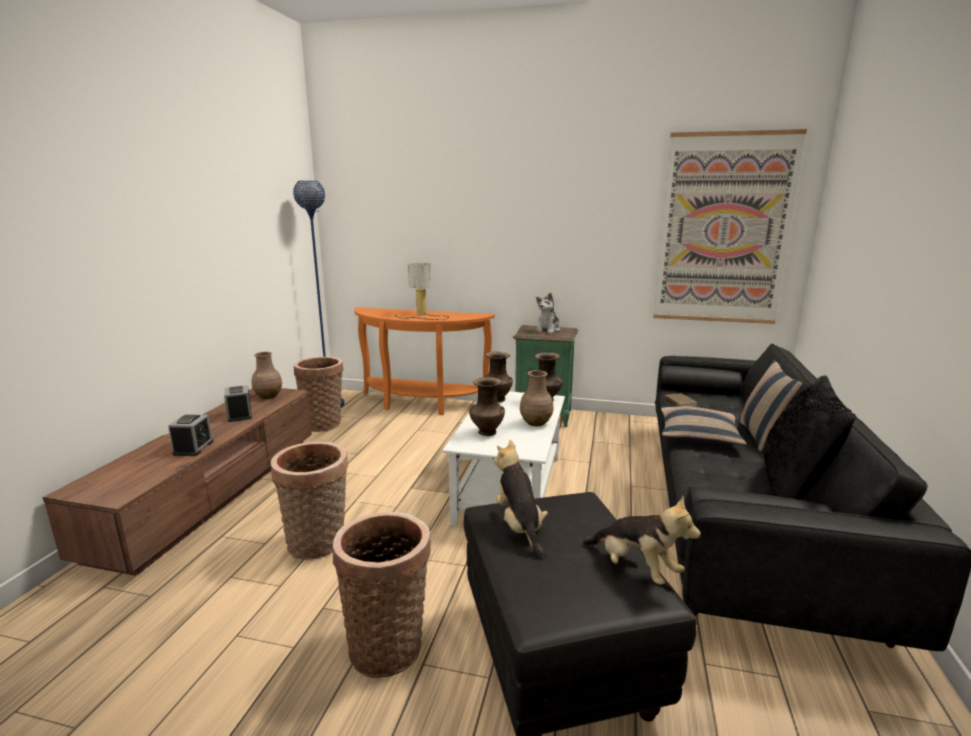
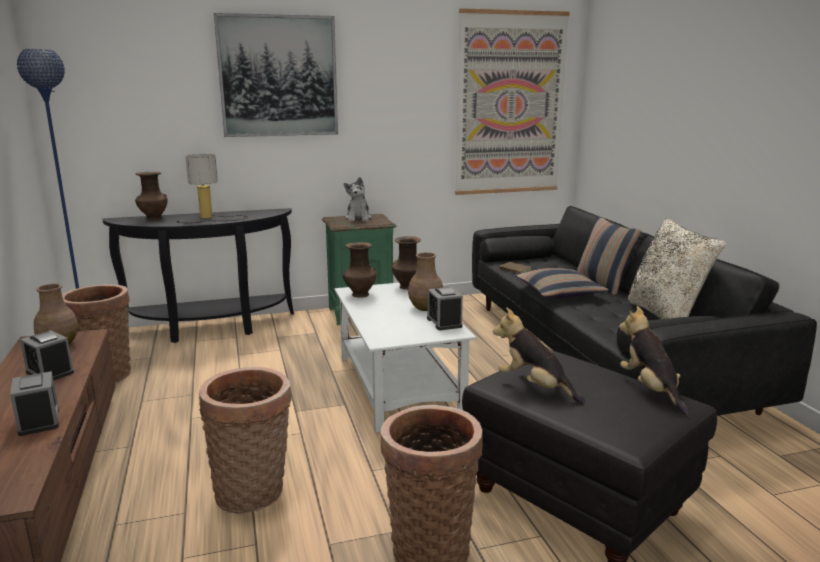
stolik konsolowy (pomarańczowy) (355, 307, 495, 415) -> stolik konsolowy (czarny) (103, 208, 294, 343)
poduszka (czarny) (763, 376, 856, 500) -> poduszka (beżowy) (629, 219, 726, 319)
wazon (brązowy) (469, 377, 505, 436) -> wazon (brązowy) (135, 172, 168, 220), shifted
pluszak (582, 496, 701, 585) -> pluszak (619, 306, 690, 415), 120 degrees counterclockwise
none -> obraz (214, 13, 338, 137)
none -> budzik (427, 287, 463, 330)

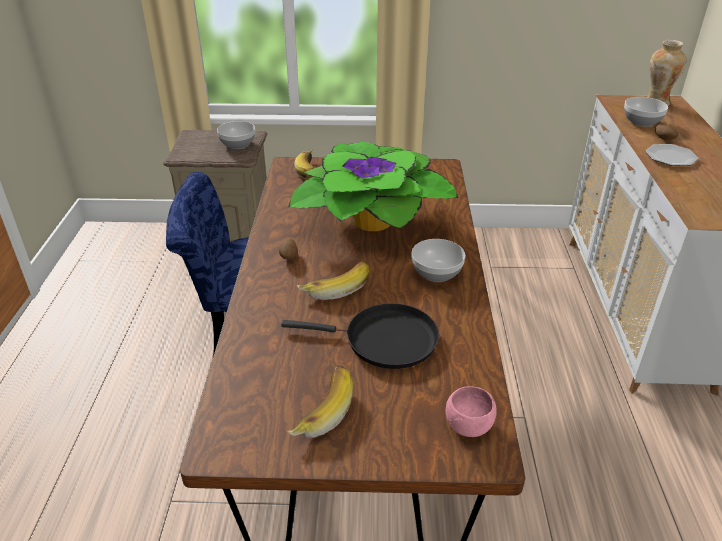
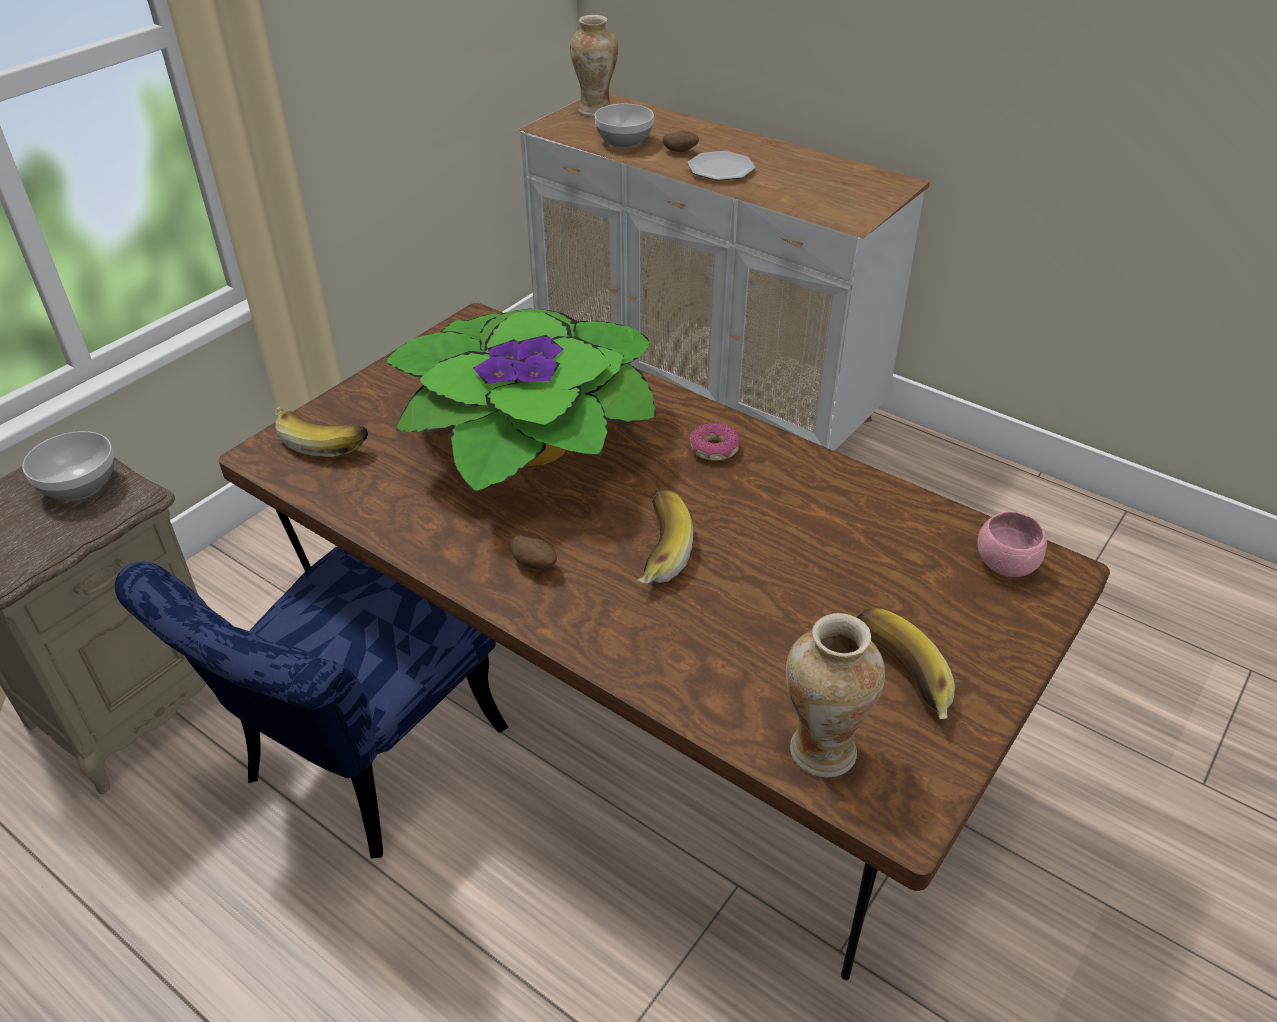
miska (411, 239, 465, 282) -> donut (690, 423, 740, 461)
patelnia (czarny) (281, 303, 439, 369) -> none
none -> wazon (786, 613, 885, 778)

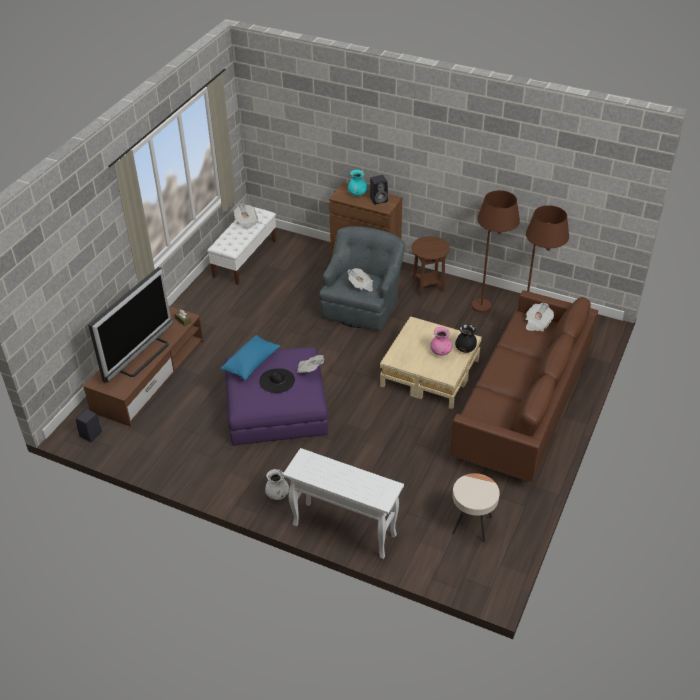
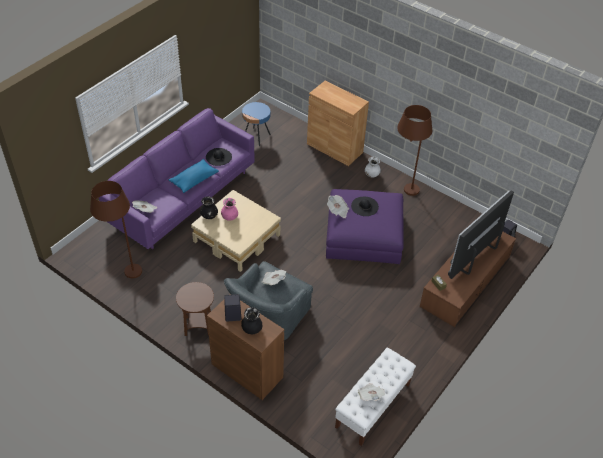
wazon (turkusowy) (348, 170, 367, 196) -> wazon (czarny) (241, 307, 262, 334)
lampa stojąca (brązowy) (472, 190, 520, 313) -> lampa stojąca (brązowy) (397, 105, 432, 196), shifted
kanapa (brązowy) (450, 290, 598, 482) -> kanapa (fioletowy) (99, 108, 255, 249)
poduszka (niebieski) (220, 335, 280, 380) -> poduszka (niebieski) (169, 159, 219, 193), shifted
stolik konsolowy (biały) (283, 448, 404, 559) -> szafka (brązowy) (307, 81, 369, 166)
stolik (beżowy) (452, 473, 500, 542) -> stolik (niebieski) (242, 102, 271, 146)
none -> kapelusz (czarny) (206, 148, 232, 166)

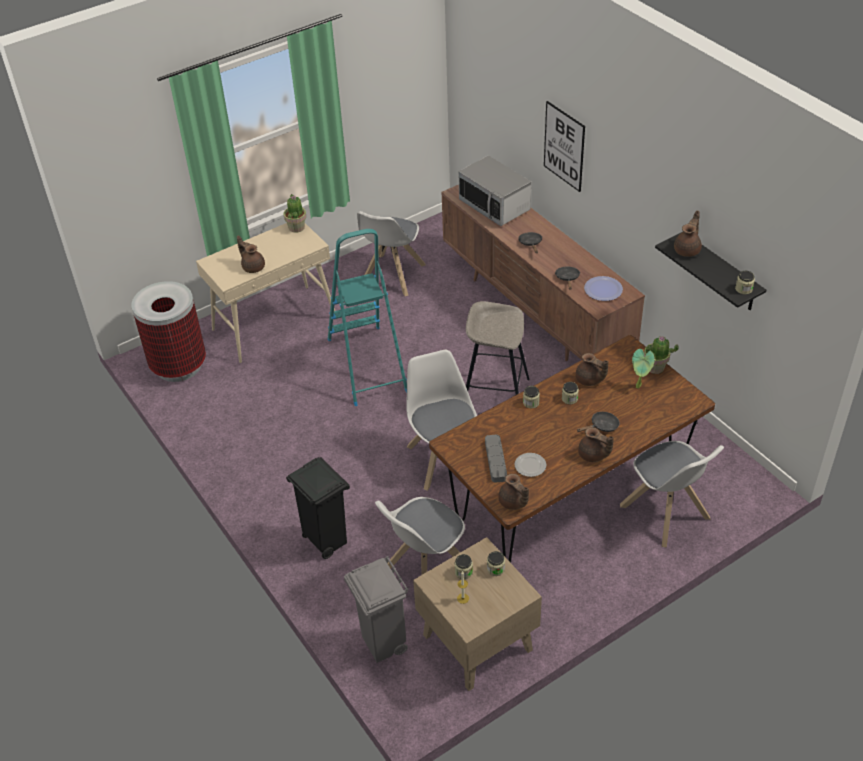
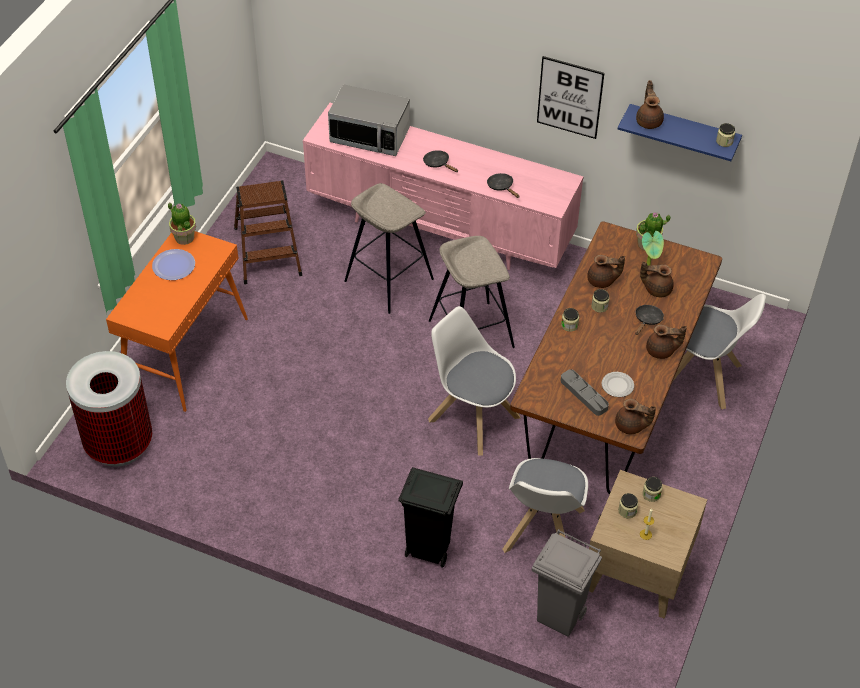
obraz (544, 101, 585, 192) -> obraz (537, 56, 605, 139), shifted
szafka (brązowy) (441, 185, 645, 361) -> szafka (różowy) (303, 103, 583, 270)
krzesło (357, 211, 426, 296) -> drabinka (brązowy) (234, 180, 302, 284)
stolik konsolowy (beżowy) (196, 223, 335, 363) -> stolik konsolowy (pomarańczowy) (106, 231, 248, 412)
drabinka (turkusowy) (328, 229, 407, 406) -> none
półka (czarny) (655, 232, 766, 310) -> półka (niebieski) (618, 104, 742, 161)
imbryk (brązowy) (237, 236, 265, 273) -> imbryk (brązowy) (640, 261, 674, 297), shifted
talerz (584, 276, 623, 301) -> talerz (152, 249, 195, 280), shifted
none -> stołek (szary) (344, 183, 434, 314)

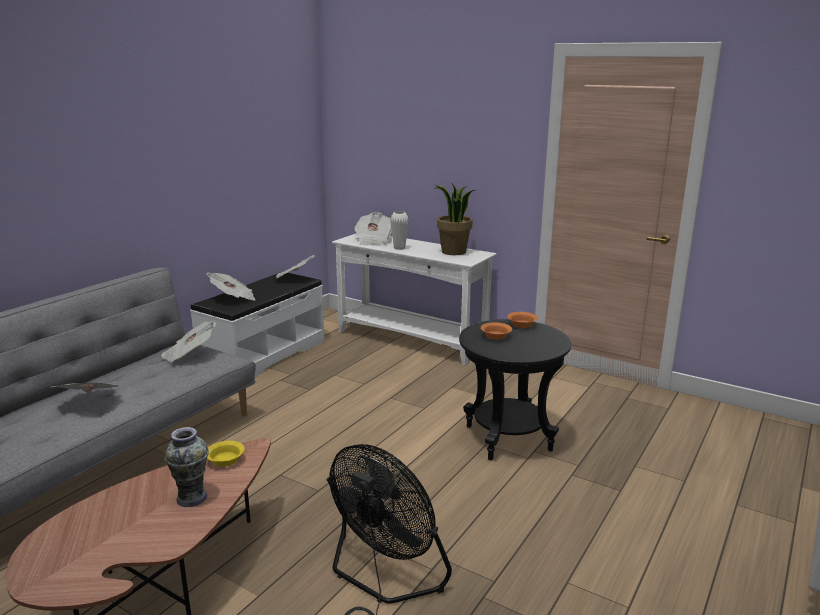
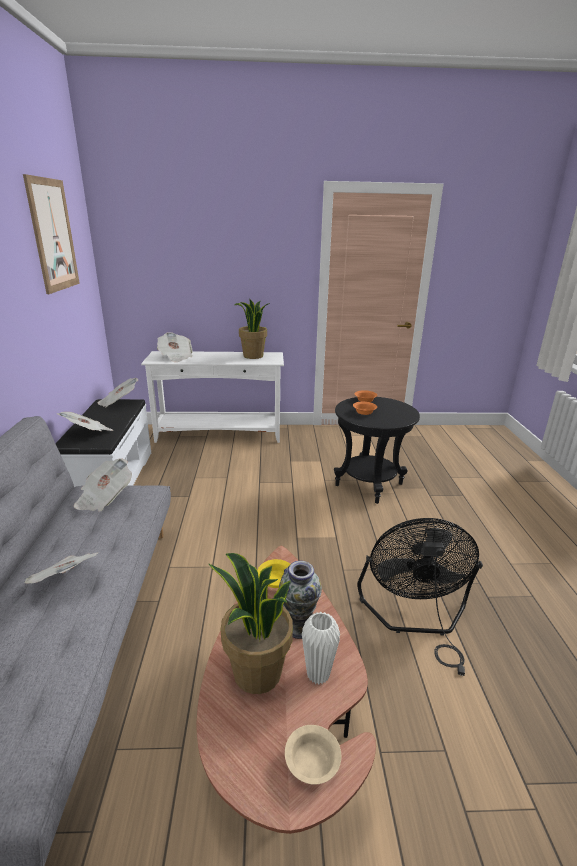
wazon (biały) (390, 211, 409, 250) -> wazon (biały) (302, 612, 340, 684), shifted
none -> obraz (23, 174, 80, 294)
none -> roślina doniczkowa (208, 553, 293, 694)
none -> miska (beżowy) (285, 725, 341, 785)

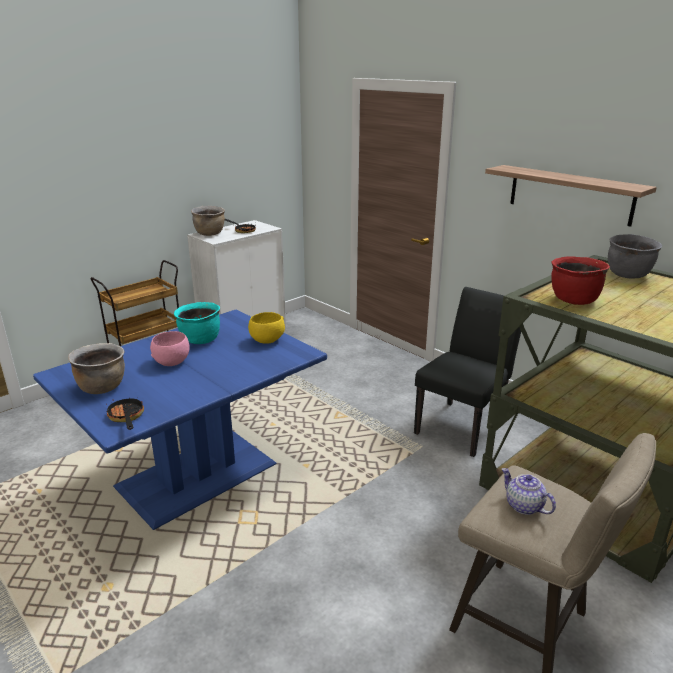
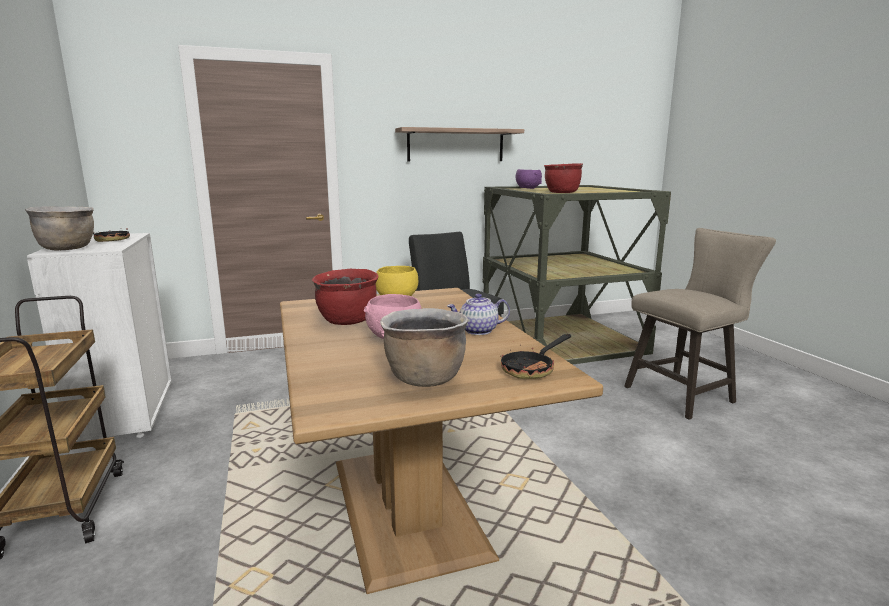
garnek (szary) (608, 234, 662, 279) -> miska (fioletowy) (516, 169, 542, 189)
garnek (turkusowy) (174, 302, 220, 344) -> garnek (czerwony) (312, 269, 379, 325)
stół jadalny (niebieski) (33, 310, 327, 530) -> stół jadalny (brązowy) (280, 288, 603, 594)
patelnia (106, 399, 144, 430) -> patelnia (501, 334, 571, 379), 45 degrees counterclockwise
imbryk (502, 468, 556, 515) -> imbryk (447, 293, 510, 335), shifted

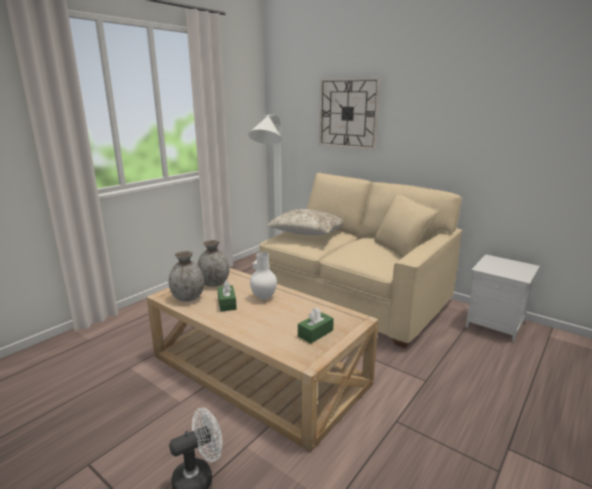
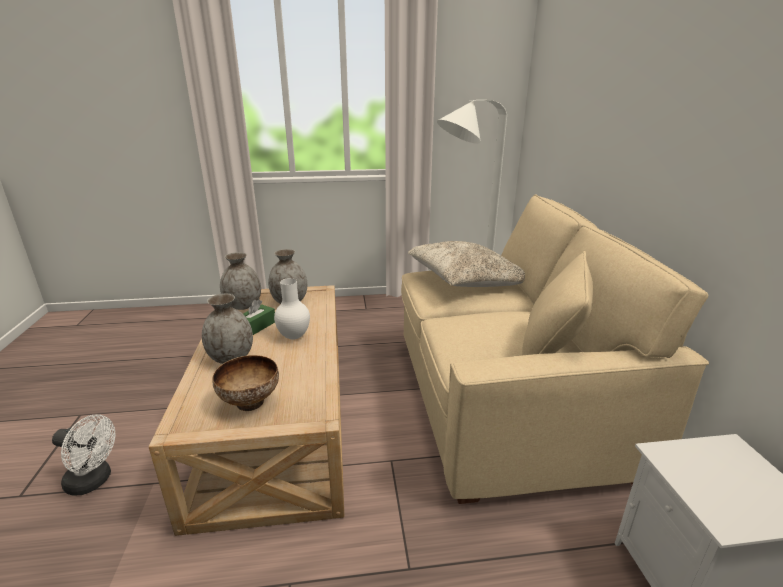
zegar ścienny (319, 77, 381, 151) -> none
pudełko chusteczek (zielony) (298, 307, 334, 344) -> miska (212, 355, 279, 411)
none -> wazon (szary) (202, 294, 253, 364)

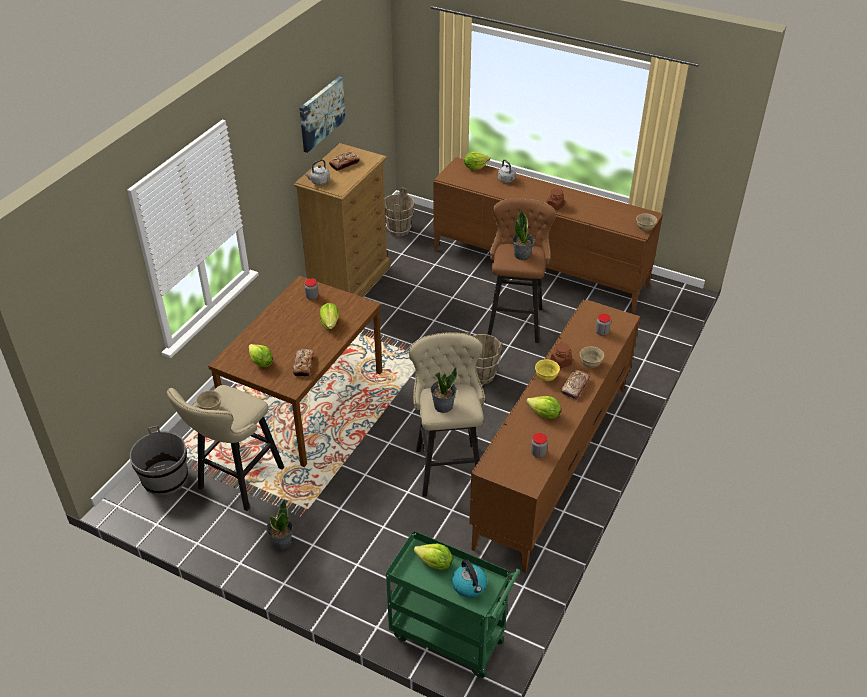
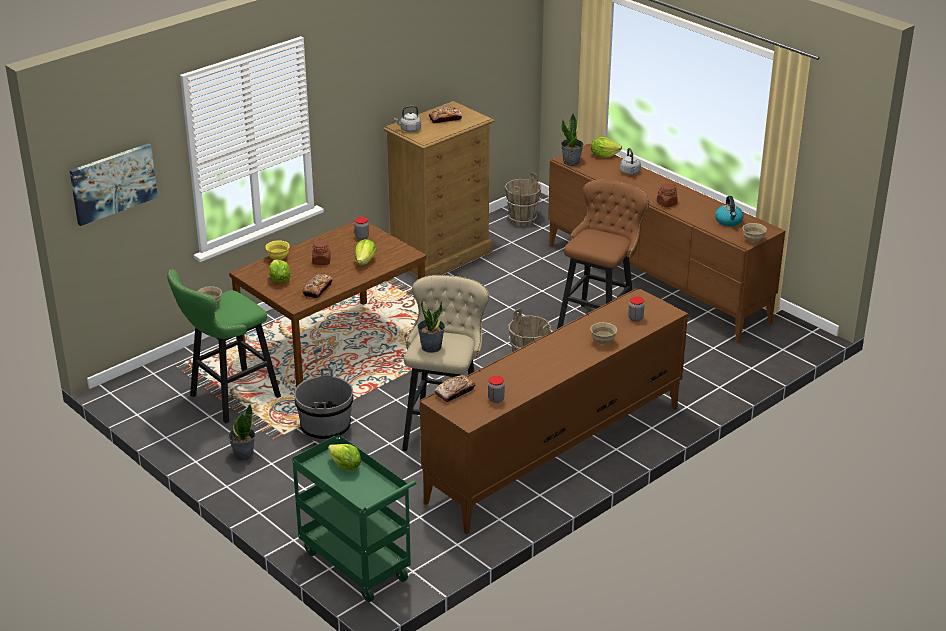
obraz (300, 76, 345, 153) -> obraz (69, 143, 158, 226), shifted
roślina doniczkowa (512, 211, 535, 260) -> roślina doniczkowa (561, 113, 584, 166), shifted
słoik (brązowy) (551, 342, 572, 368) -> słoik (brązowy) (312, 240, 331, 265), shifted
miska (żółty) (535, 359, 560, 381) -> miska (żółty) (265, 240, 290, 260), shifted
chleb (561, 370, 590, 399) -> chleb (435, 375, 475, 402), shifted
stołek (beżowy) (167, 385, 284, 511) -> stołek (zielony) (167, 269, 281, 423)
sałata (526, 396, 561, 419) -> none
wiadro (szary) (130, 426, 188, 495) -> wiadro (szary) (294, 368, 353, 442), shifted
czajnik (452, 559, 487, 598) -> czajnik (715, 196, 744, 226), shifted

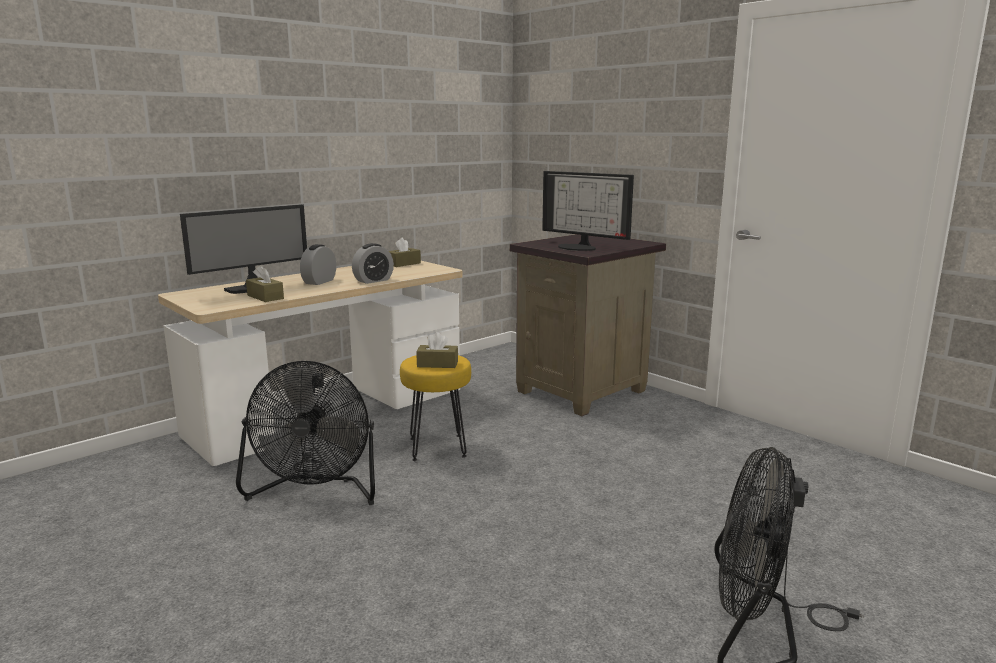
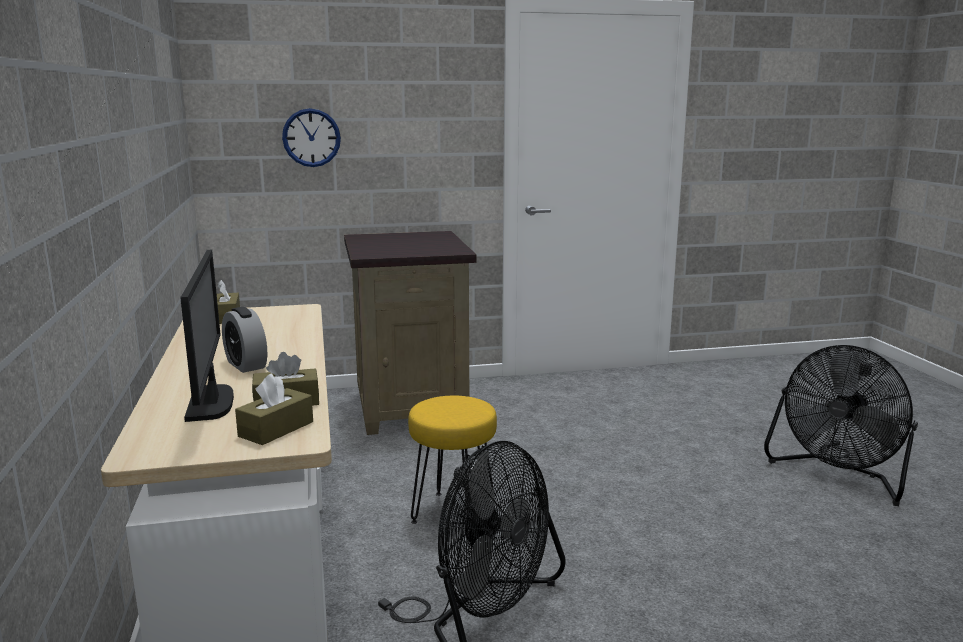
monitor (542, 171, 634, 251) -> none
budzik (352, 243, 394, 284) -> none
pudełko chusteczek (brązowy) (416, 332, 458, 368) -> pudełko chusteczek (brązowy) (235, 374, 313, 445), shifted
none -> zegar ścienny (282, 108, 341, 167)

